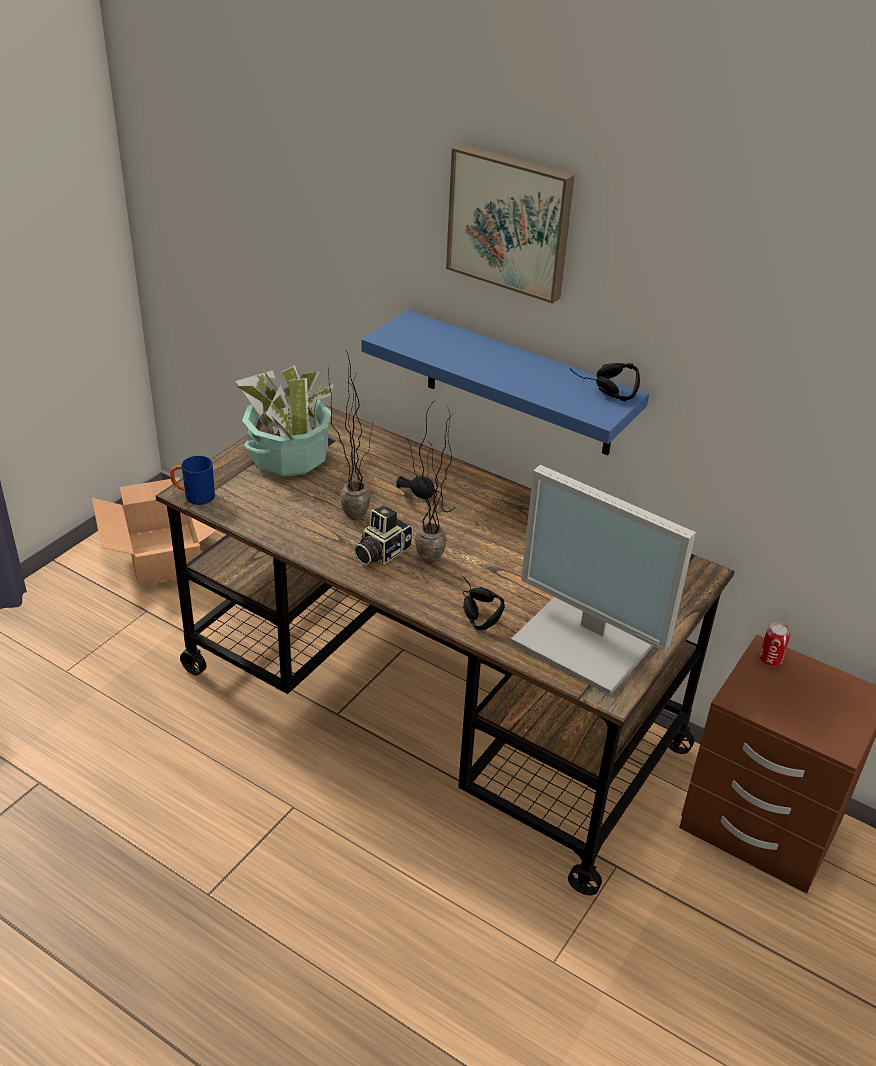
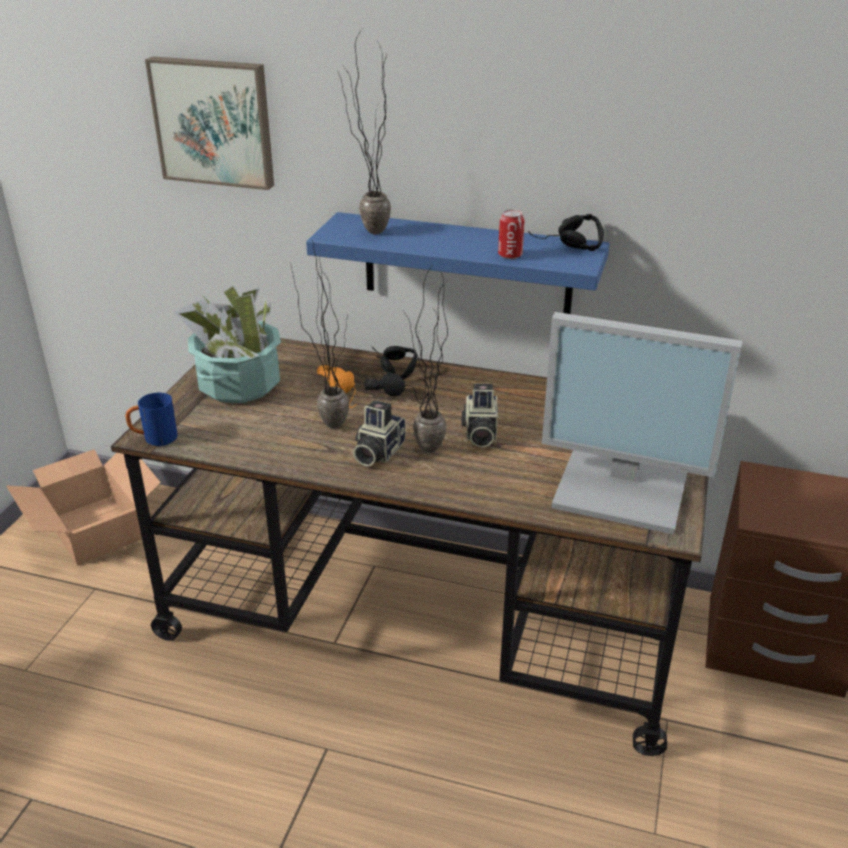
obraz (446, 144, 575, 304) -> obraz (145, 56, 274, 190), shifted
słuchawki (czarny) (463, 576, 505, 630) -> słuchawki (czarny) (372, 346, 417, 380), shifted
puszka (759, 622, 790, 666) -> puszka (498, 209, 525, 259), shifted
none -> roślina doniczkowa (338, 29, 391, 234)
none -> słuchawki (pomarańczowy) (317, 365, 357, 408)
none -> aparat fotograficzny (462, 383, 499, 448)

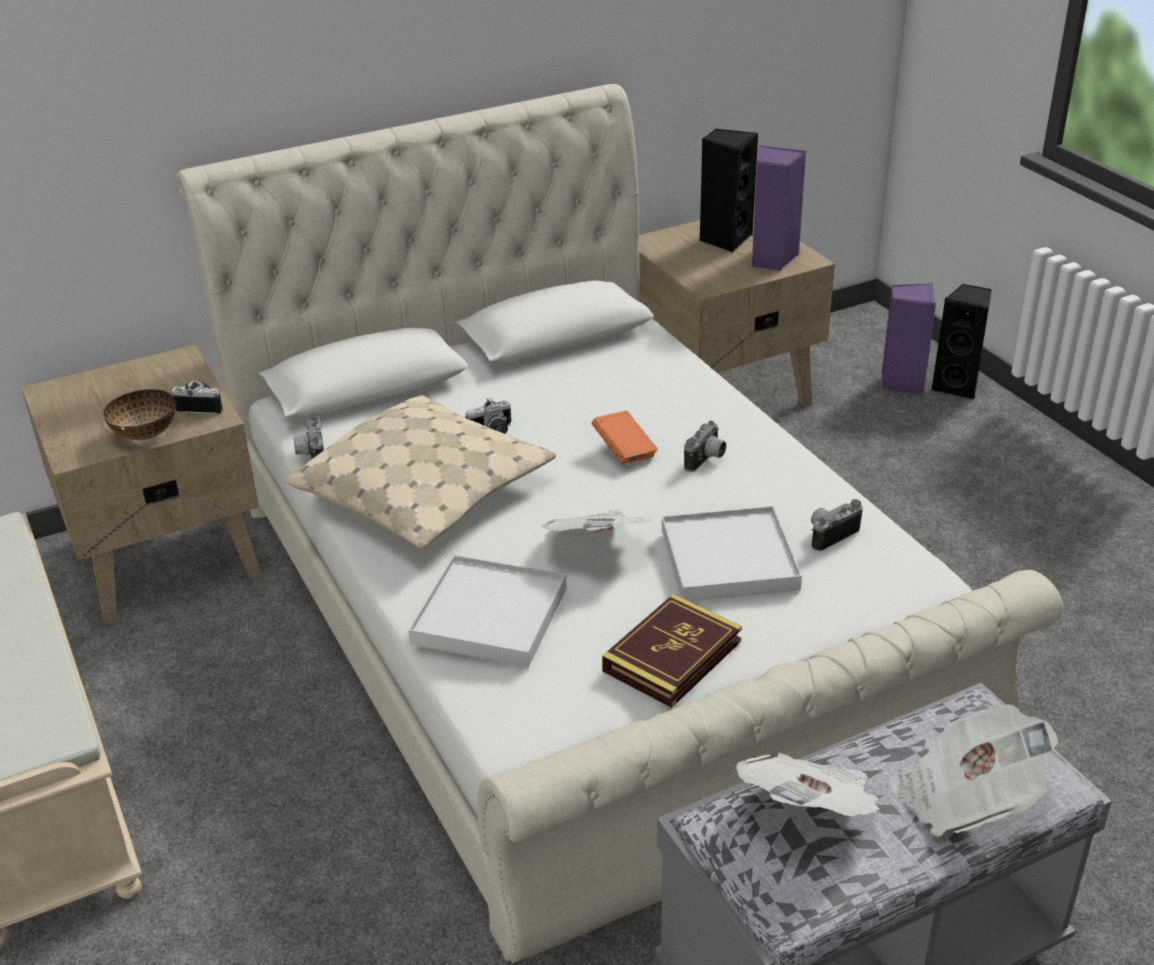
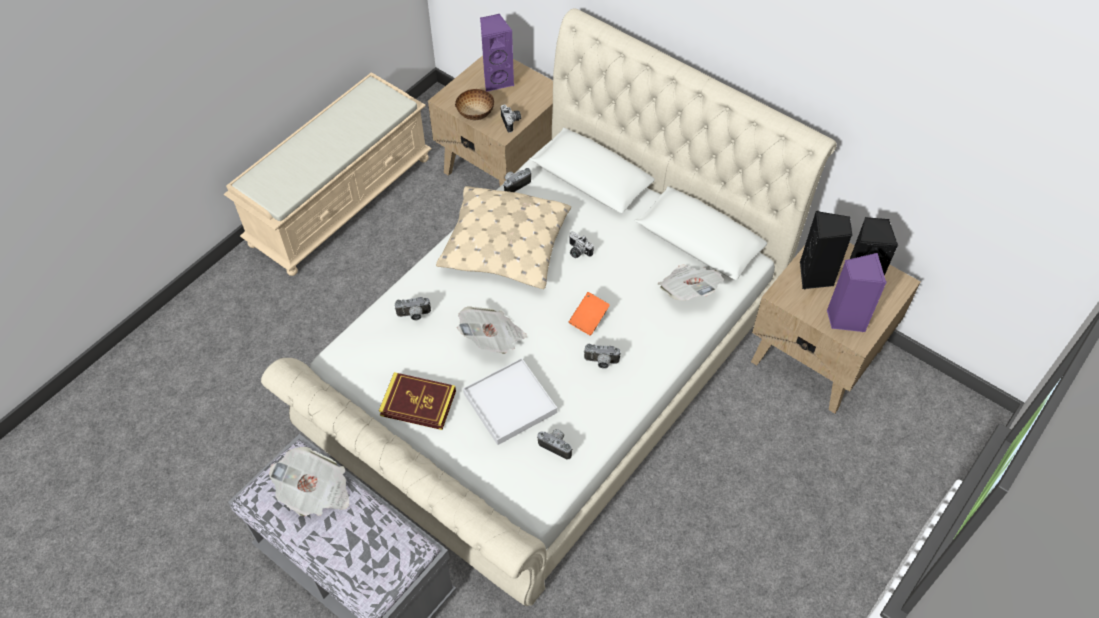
głośnik (fioletowy) (881, 283, 936, 395) -> głośnik (fioletowy) (480, 14, 515, 92), shifted
głośnik (czarny) (931, 284, 992, 399) -> głośnik (czarny) (800, 211, 852, 289), shifted
taca (biały) (408, 555, 567, 667) -> aparat fotograficzny (395, 297, 431, 320)
gazeta (889, 704, 1059, 837) -> gazeta (658, 265, 724, 301), shifted

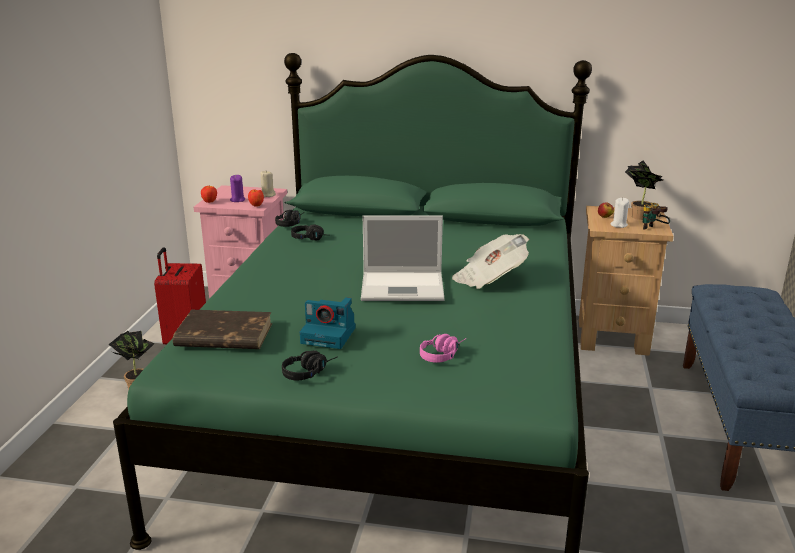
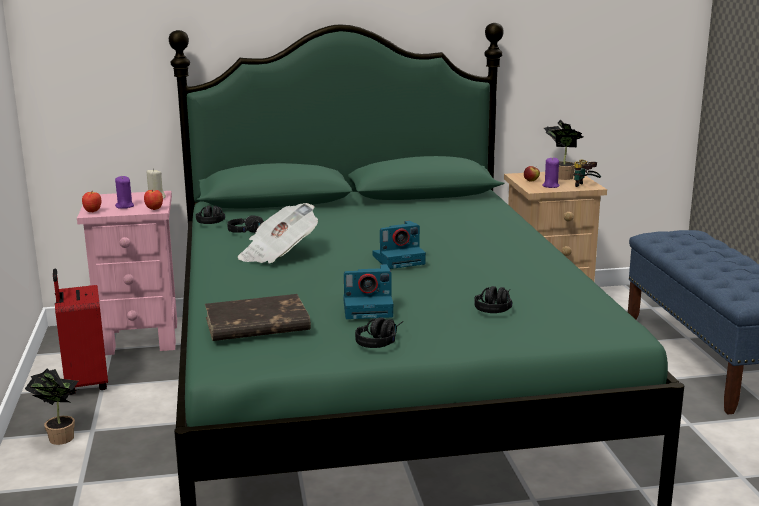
świeca (biały) (611, 198, 629, 228) -> świeca (fioletowy) (542, 157, 559, 188)
laptop (361, 215, 444, 301) -> aparat fotograficzny (372, 221, 426, 269)
gazeta (452, 234, 529, 289) -> gazeta (238, 203, 318, 263), shifted
słuchawki (różowy) (420, 334, 467, 363) -> słuchawki (czarny) (474, 286, 512, 313)

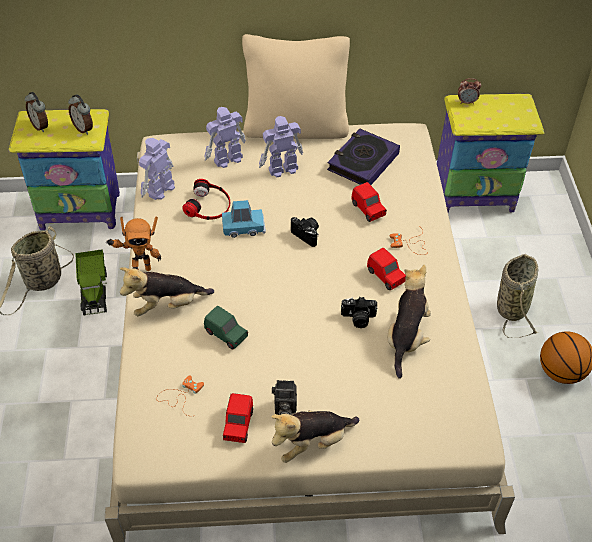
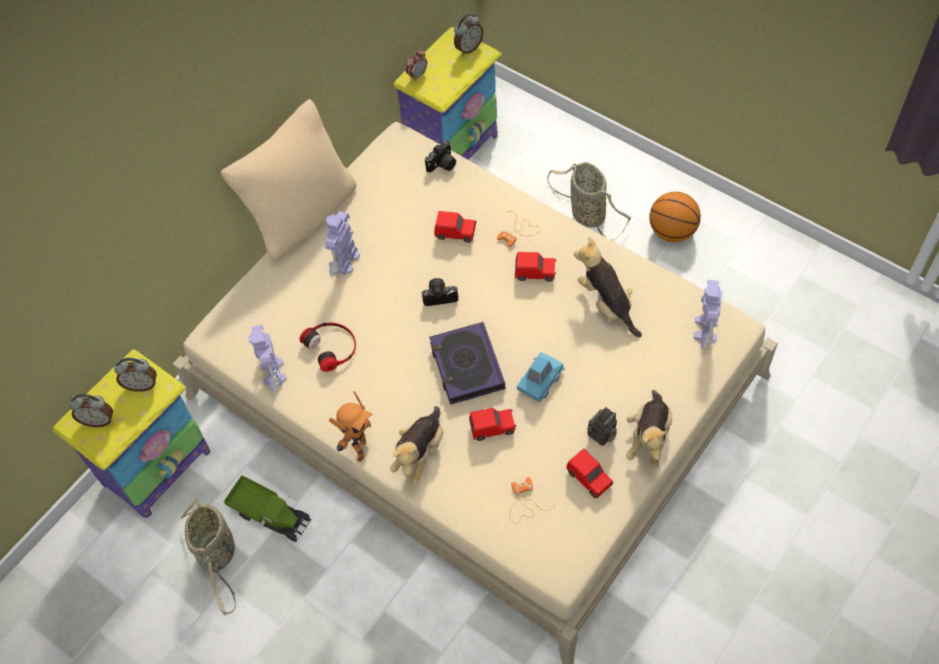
robot zabawkowy (204, 107, 246, 168) -> robot zabawkowy (693, 280, 722, 350), shifted
książka (327, 129, 400, 185) -> książka (429, 322, 505, 405), shifted
samochodzik (niebieski) (222, 200, 266, 238) -> samochodzik (niebieski) (517, 352, 565, 402), shifted
aparat fotograficzny (341, 297, 378, 328) -> aparat fotograficzny (425, 140, 456, 173), shifted
samochodzik (zielony) (204, 306, 248, 349) -> samochodzik (czerwony) (469, 408, 516, 441)
none -> budzik (454, 14, 483, 55)

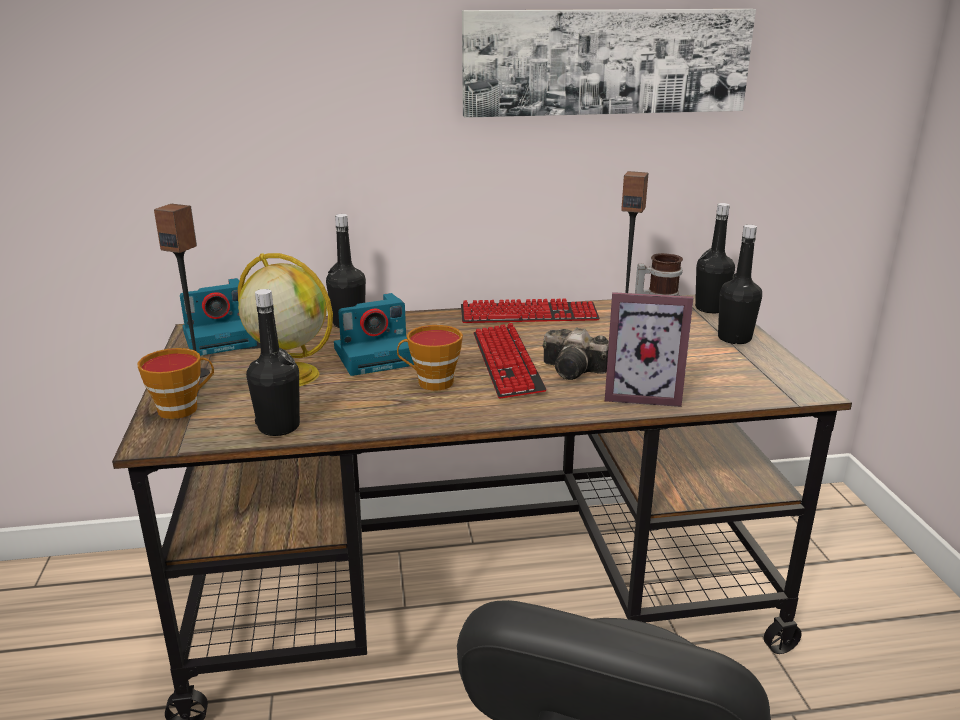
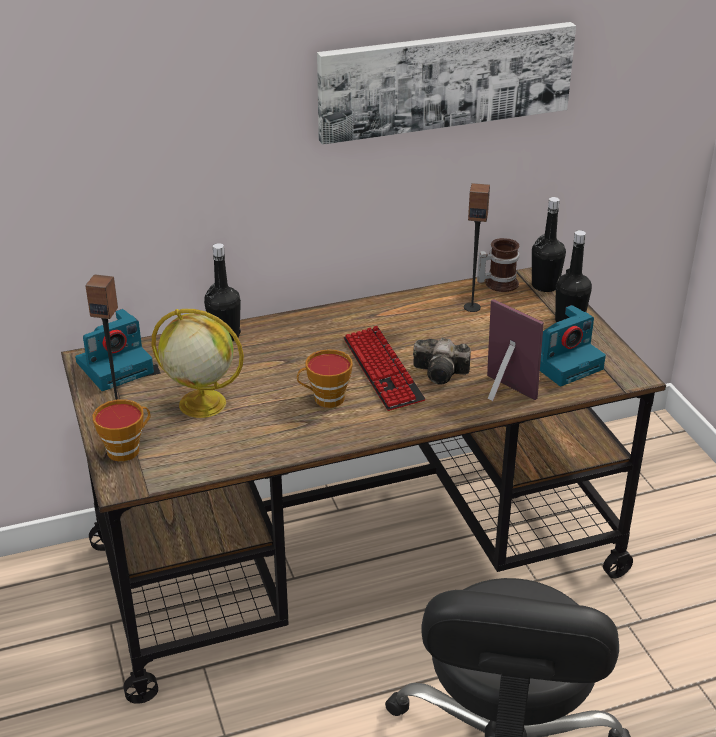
butelka (czarny) (246, 289, 300, 436) -> none
ramka na zdjęcie (605, 292, 694, 407) -> ramka na zdjęcie (487, 299, 544, 401), 135 degrees counterclockwise
aparat fotograficzny (334, 293, 414, 376) -> aparat fotograficzny (540, 305, 606, 386), shifted
klawiatura (461, 298, 600, 323) -> none

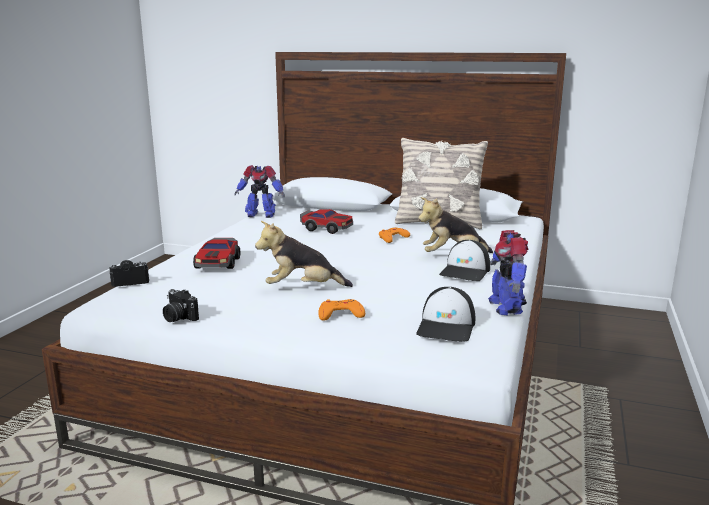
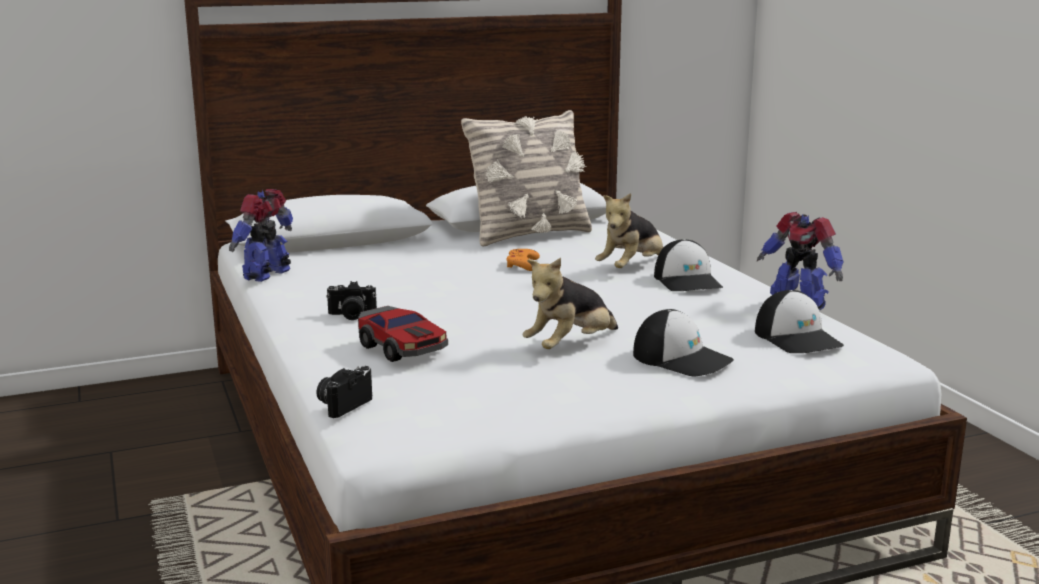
robot zabawkowy (234, 165, 285, 218) -> robot zabawkowy (229, 189, 293, 282), 150 degrees clockwise
samochodzik (300, 209, 353, 234) -> none
aparat fotograficzny (163, 289, 199, 322) -> aparat fotograficzny (326, 281, 377, 320), shifted
pad do gier (pomarańczowy) (318, 299, 365, 321) -> czapka z daszkiem (633, 309, 734, 377)

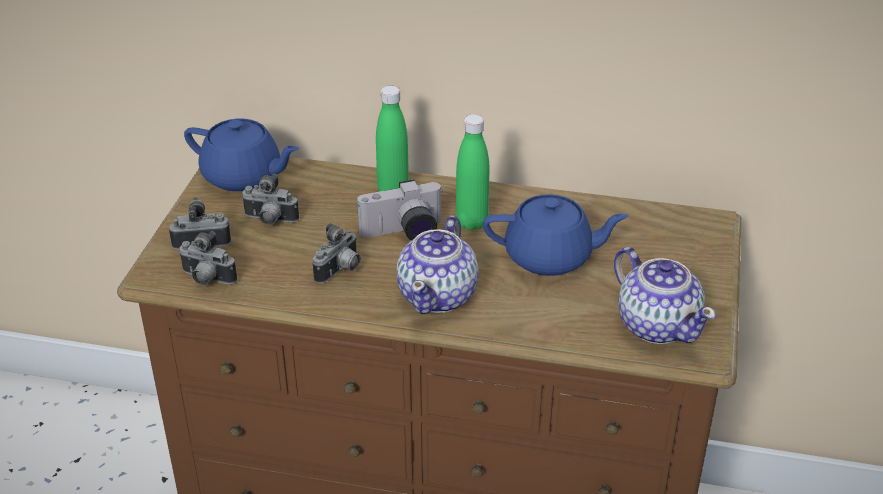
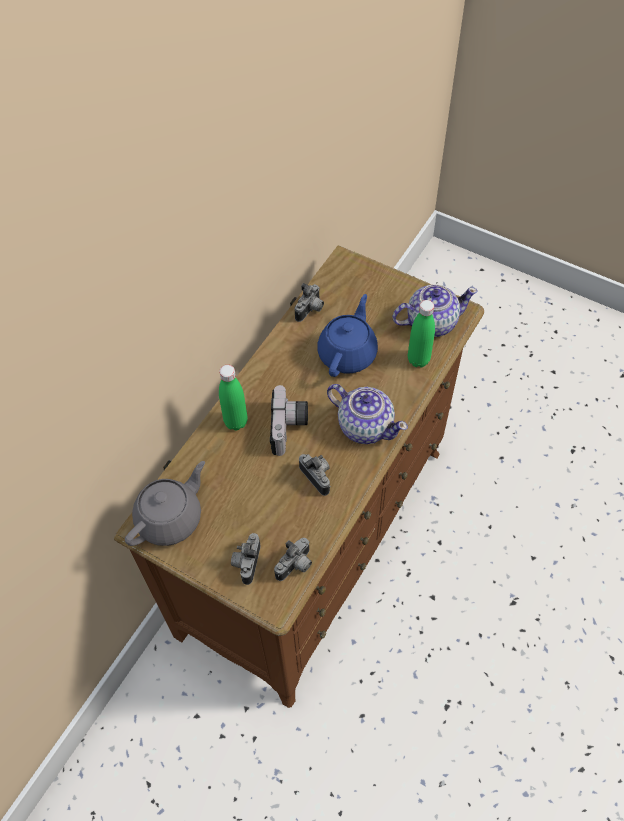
butelka (zielony) (456, 114, 489, 230) -> butelka (zielony) (408, 300, 435, 367), shifted
imbryk (niebieski) (184, 119, 299, 192) -> imbryk (szary) (125, 461, 205, 546)
aparat fotograficzny (241, 174, 299, 225) -> aparat fotograficzny (294, 283, 324, 322), shifted

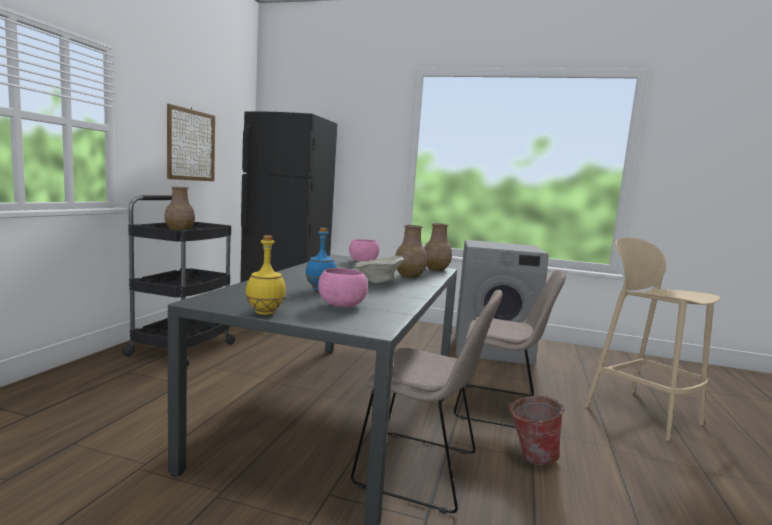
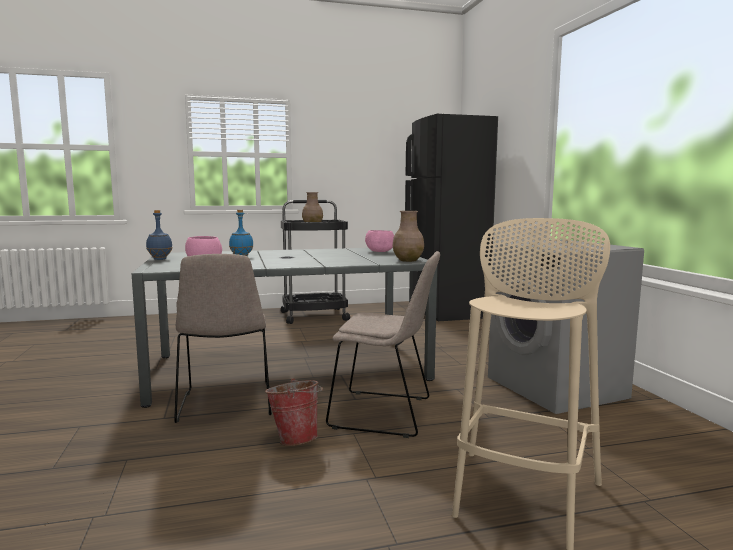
obraz (167, 104, 215, 181) -> none
wazon (brązowy) (395, 225, 427, 278) -> none
butelka (żółty) (245, 235, 286, 315) -> butelka (niebieski) (146, 210, 173, 260)
miska (beżowy) (354, 256, 404, 283) -> none
krzesło (beżowy) (454, 269, 566, 428) -> krzesło (beżowy) (326, 251, 440, 438), 60 degrees counterclockwise

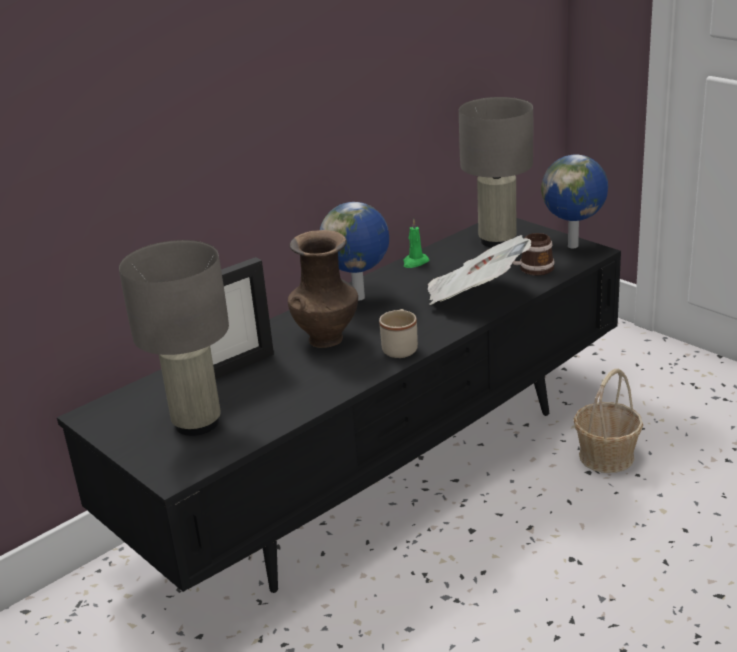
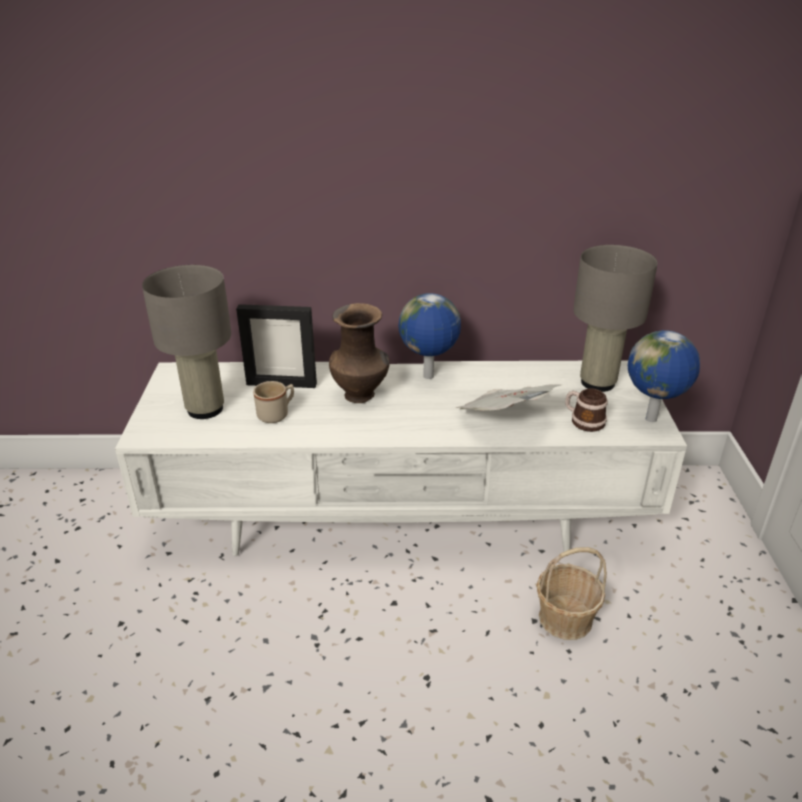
szafka pod telewizor (czarny) (57, 218, 621, 593) -> szafka pod telewizor (biały) (115, 360, 687, 556)
świeca (zielony) (403, 219, 429, 268) -> none
kubek (beżowy) (379, 309, 418, 358) -> kubek (beżowy) (253, 381, 294, 423), shifted

